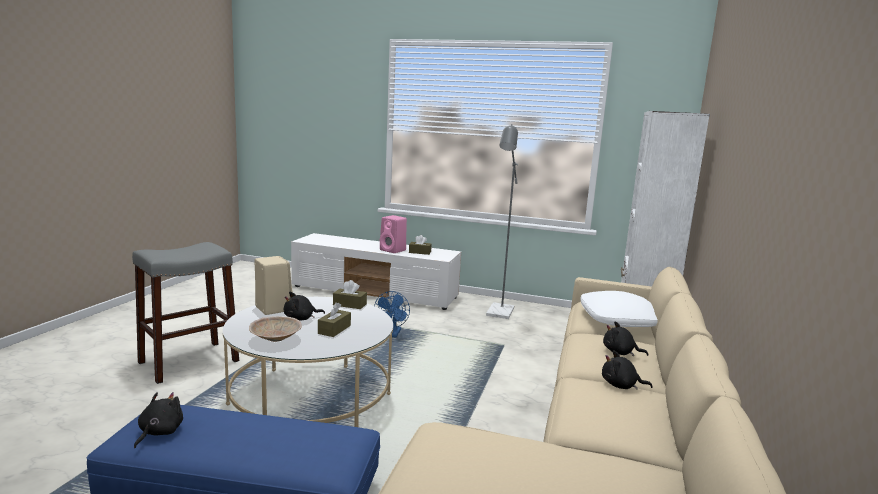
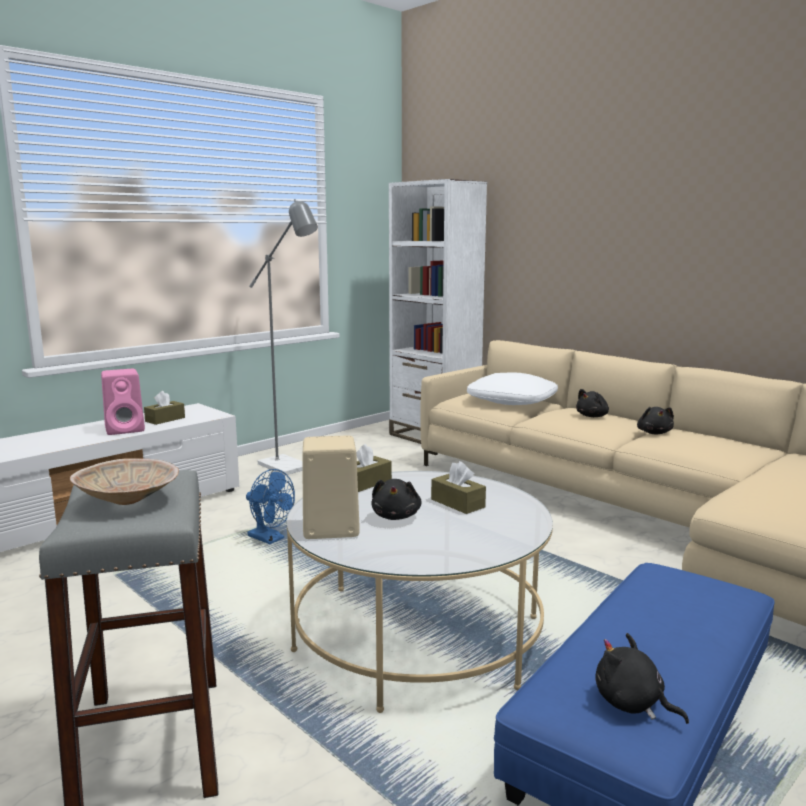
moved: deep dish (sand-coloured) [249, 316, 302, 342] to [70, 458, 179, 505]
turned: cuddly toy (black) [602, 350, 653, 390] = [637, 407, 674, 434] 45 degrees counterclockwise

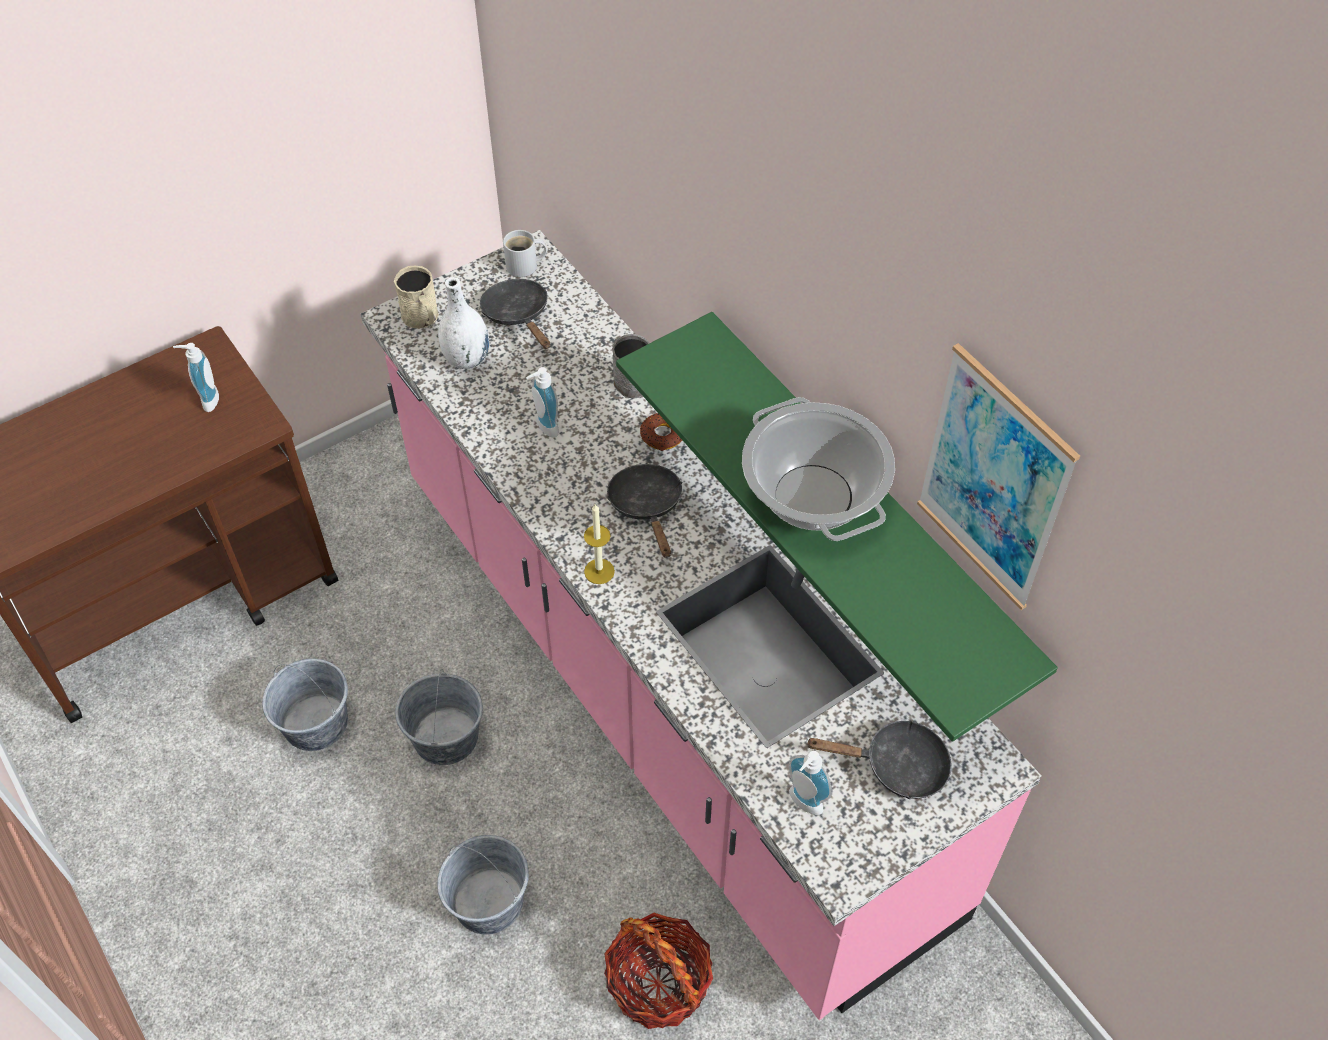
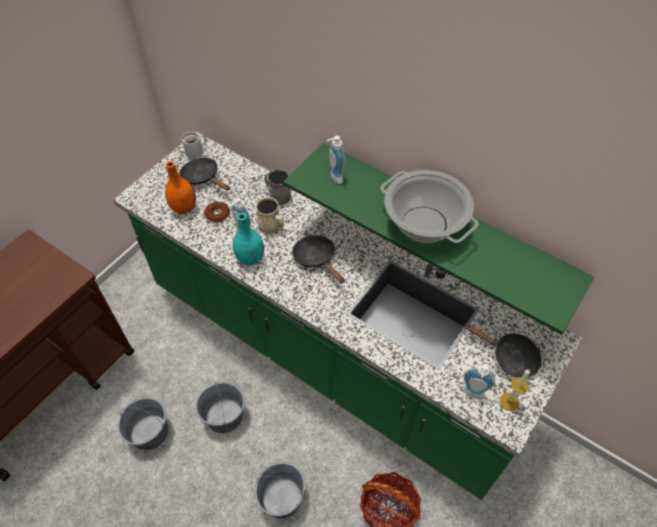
removed: picture [917, 343, 1080, 610]
added: flower vase (turquoise) [233, 213, 264, 265]
moved: soap bottle [173, 343, 219, 412] to [326, 136, 345, 184]; tea mug (sand-coloured) [394, 266, 439, 329] to [256, 197, 284, 234]; candle [584, 504, 615, 584] to [500, 369, 530, 411]; doughnut [640, 413, 683, 451] to [204, 202, 230, 222]
recoloured: kitchen counter (pinkish) [361, 230, 1041, 1020] to kitchen counter (green) [113, 132, 582, 500]; flower vase (white) [438, 277, 489, 369] to flower vase (orange-coloured) [165, 161, 196, 214]
turned: frying pan (black) [806, 720, 952, 799] = [465, 323, 542, 378] 45 degrees clockwise

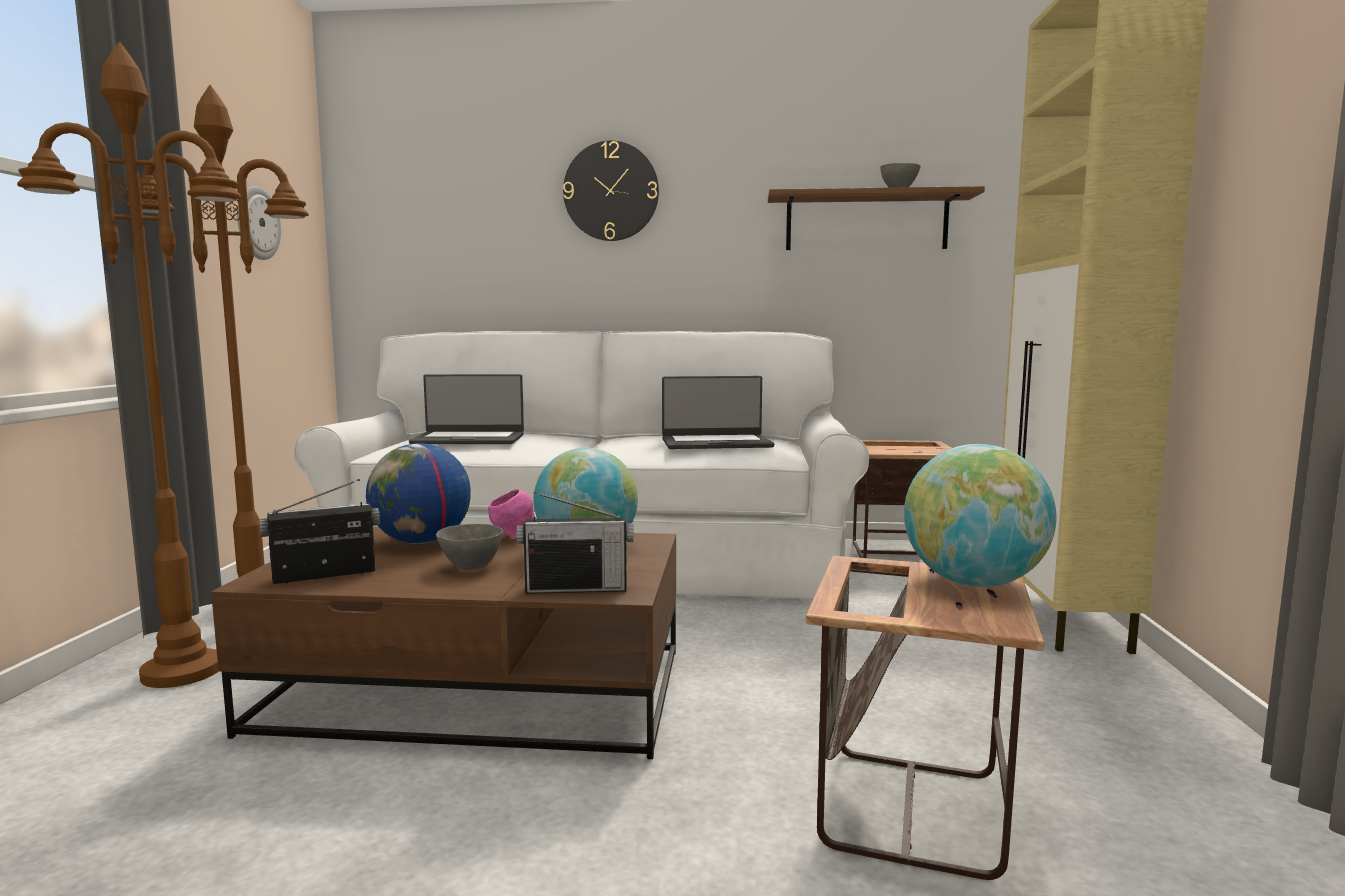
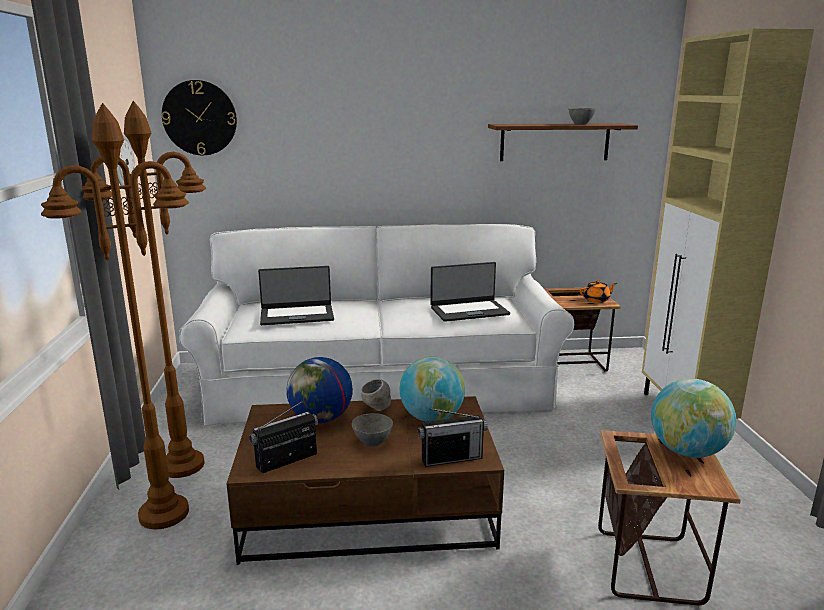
added: pot for tea (orange-coloured) [580, 280, 617, 303]
moved: hanging clock [563, 141, 659, 241] to [161, 80, 237, 155]
recoloured: deep dish (pinkish) [488, 489, 534, 539] to deep dish (gray) [361, 379, 391, 411]

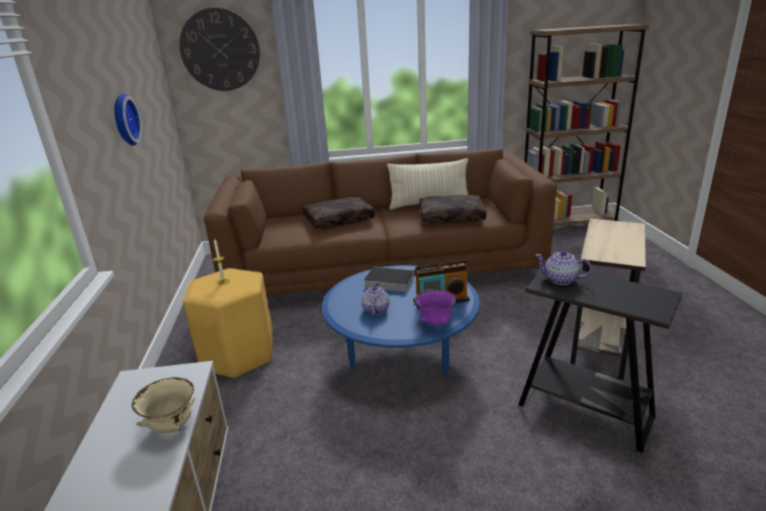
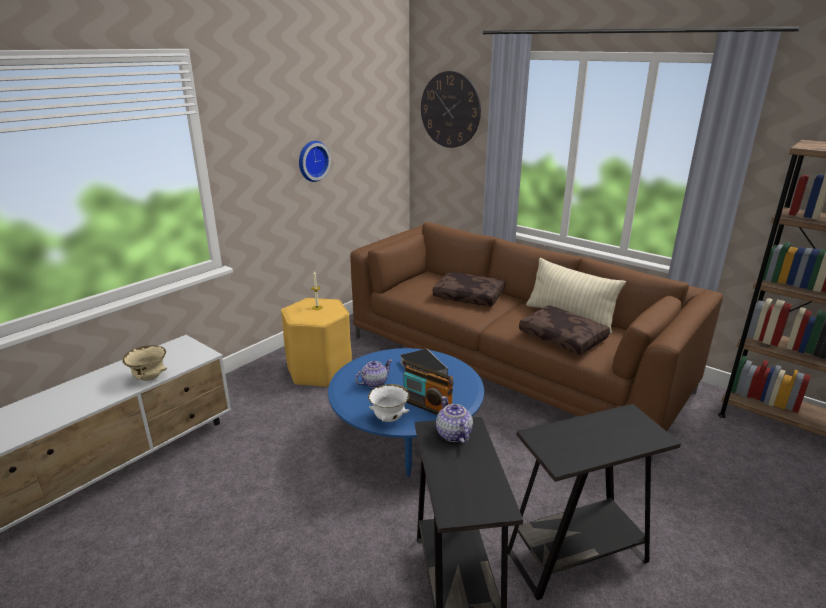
recoloured: deep dish (purple) [415, 289, 457, 326] to deep dish (white) [368, 384, 409, 422]; accent table (sand-coloured) [570, 218, 646, 380] to accent table (black) [508, 404, 681, 600]

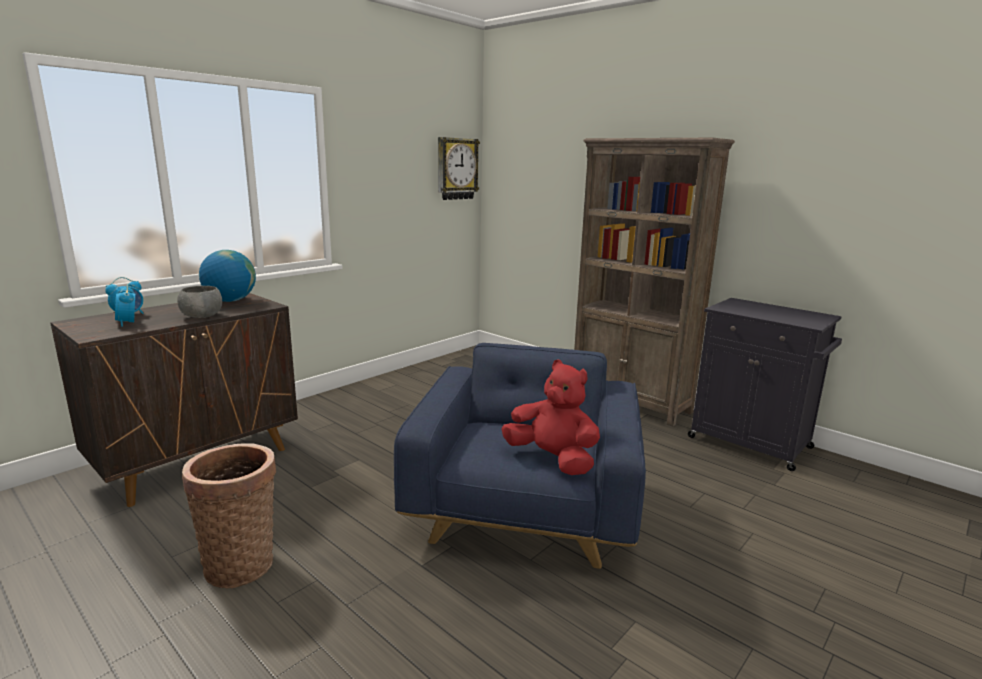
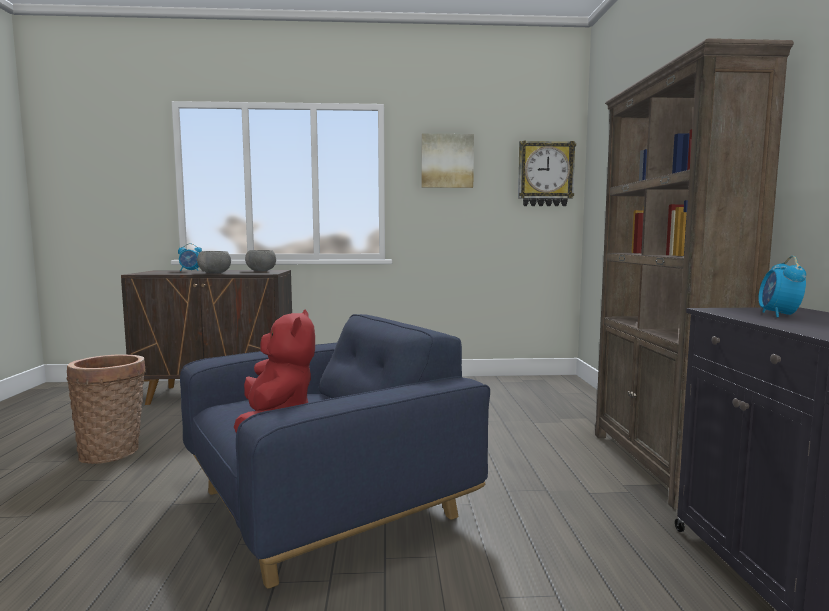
added: picture [421, 134, 474, 188]
moved: bedside clock [115, 284, 135, 327] to [758, 256, 806, 318]
replaced: world globe [199, 250, 256, 302] to deep dish (gray) [245, 250, 276, 271]

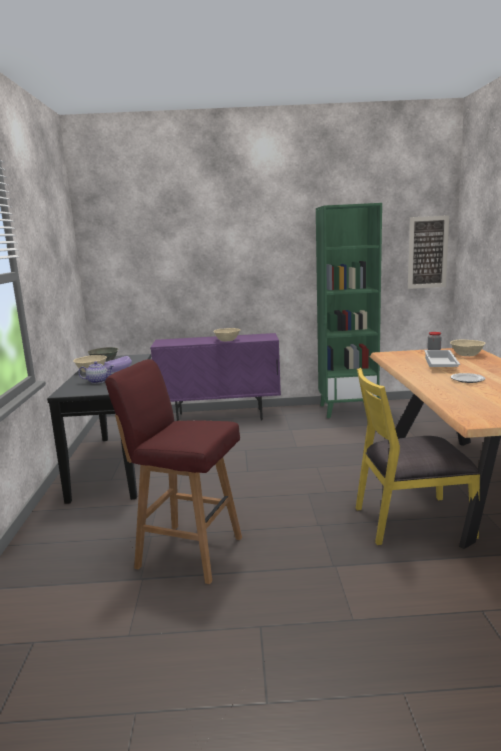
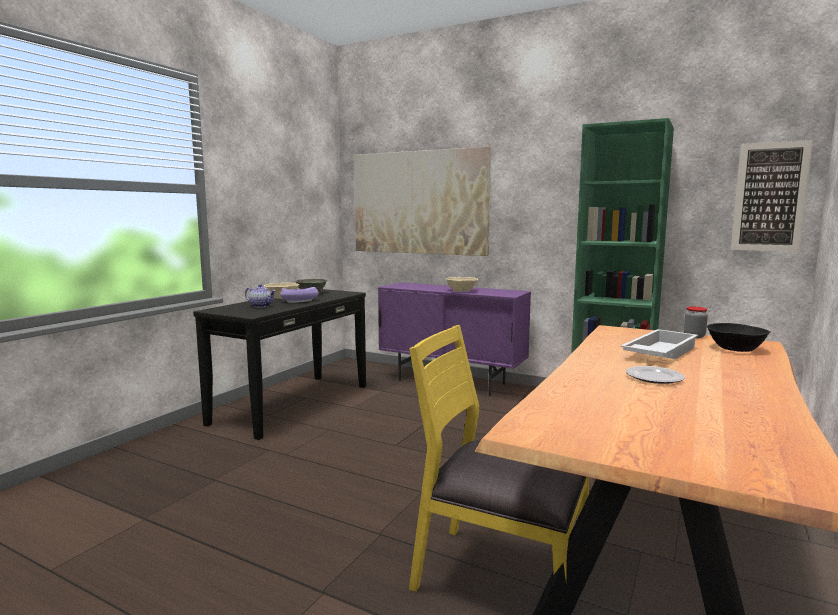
removed: stool (red-coloured) [105, 359, 242, 584]
added: picture [354, 146, 491, 256]
recoloured: deep dish (sand-coloured) [450, 339, 486, 356] to deep dish (black) [706, 323, 771, 352]

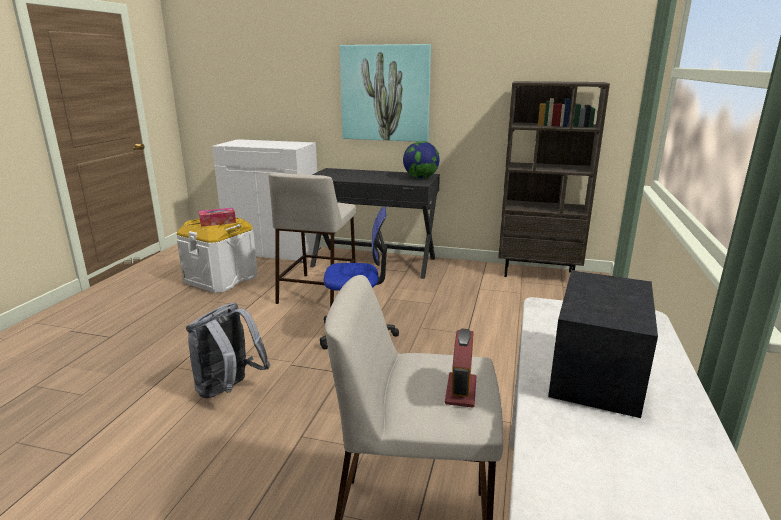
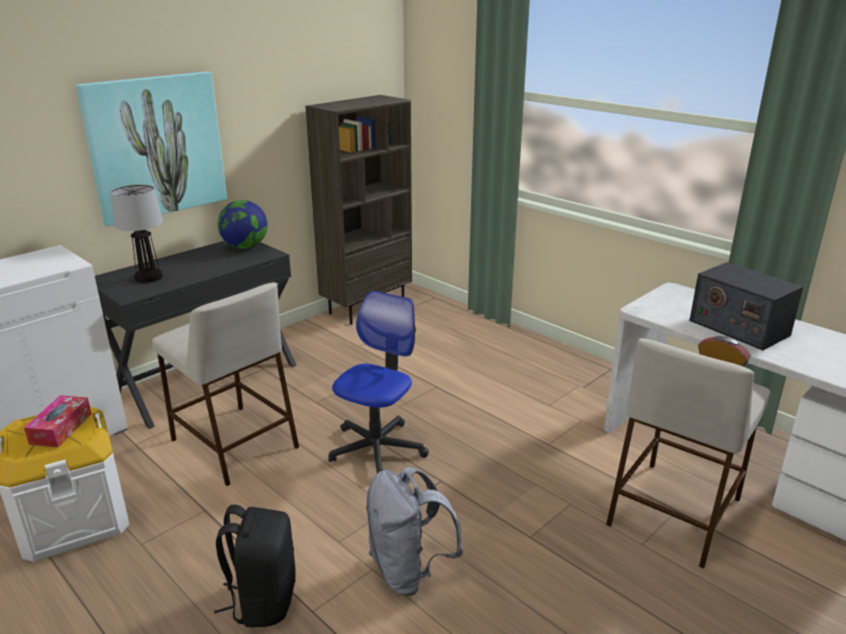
added: table lamp [111, 185, 163, 283]; rucksack (black) [214, 505, 296, 628]

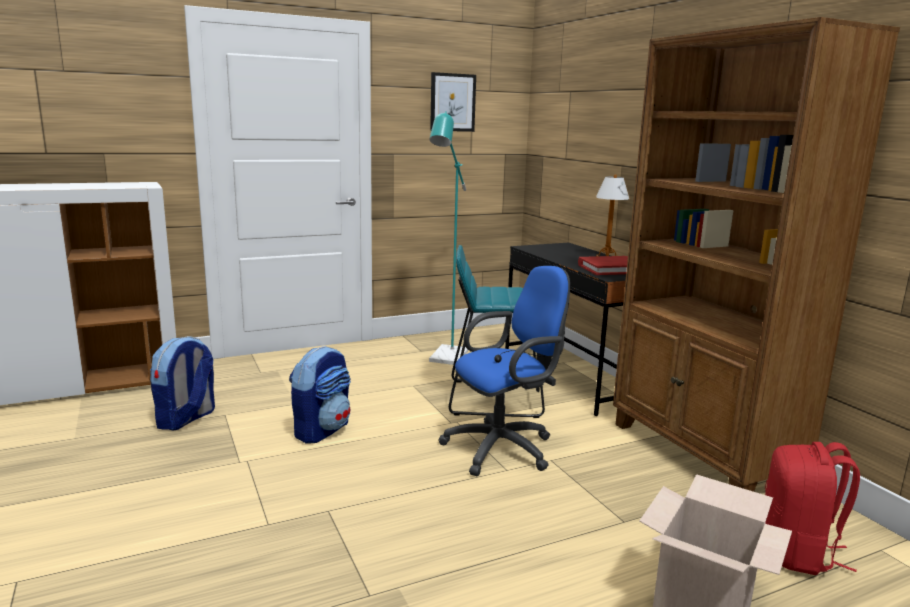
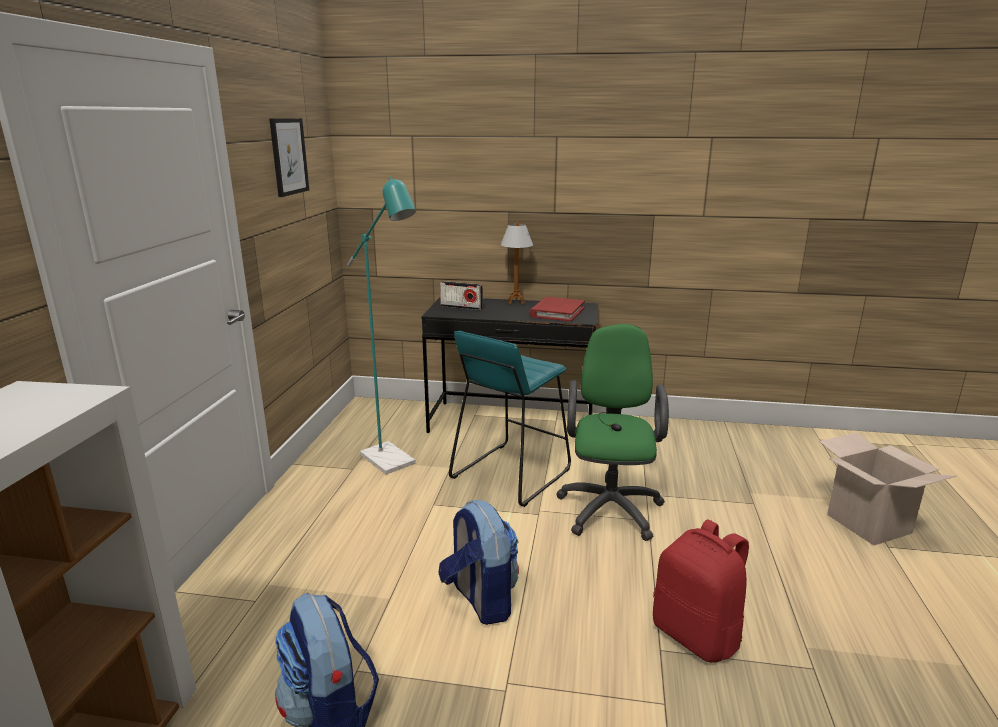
removed: bookshelf (brownish) [613, 17, 900, 492]
added: radio set [440, 281, 483, 310]
moved: rucksack (red-coloured) [765, 442, 860, 575] to [653, 519, 749, 663]
recoloured: computer chair (bluish) [438, 266, 570, 476] to computer chair (green) [556, 324, 669, 541]

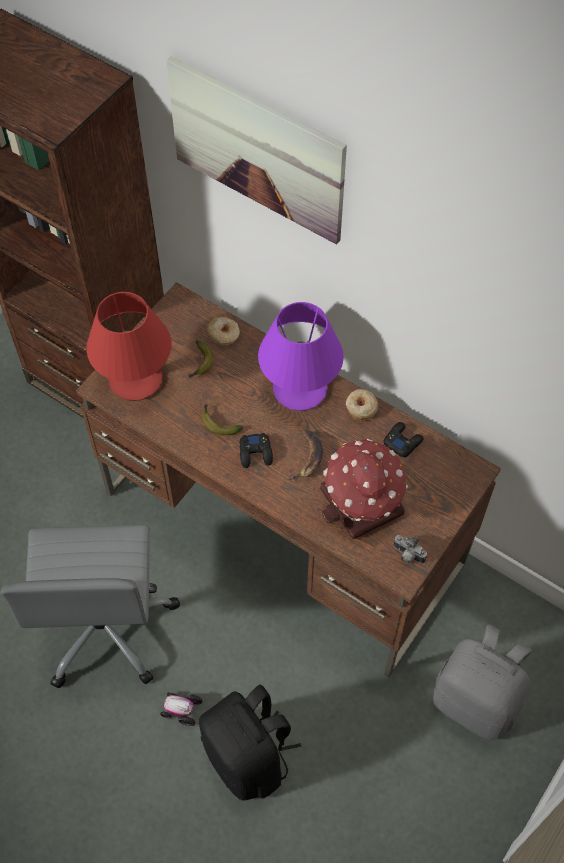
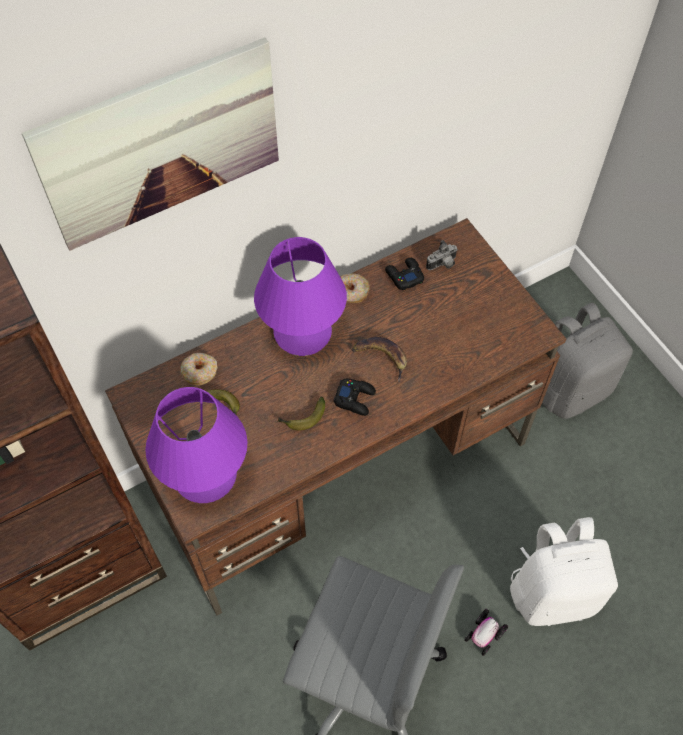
removed: miniature house [320, 439, 408, 539]
moved: photo camera [394, 535, 427, 564] to [426, 240, 458, 270]
recoloured: table lamp (red-coloured) [86, 292, 171, 401] to table lamp (purple) [145, 387, 247, 503]; rucksack (black) [199, 685, 301, 801] to rucksack (white) [510, 517, 618, 626]

